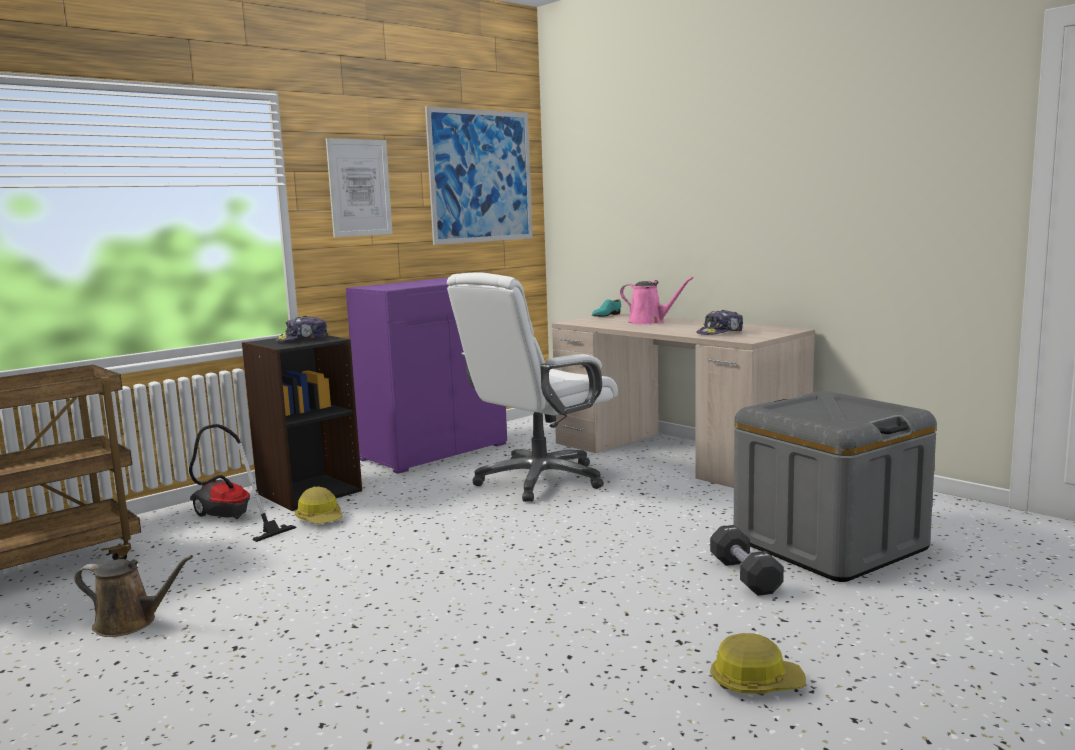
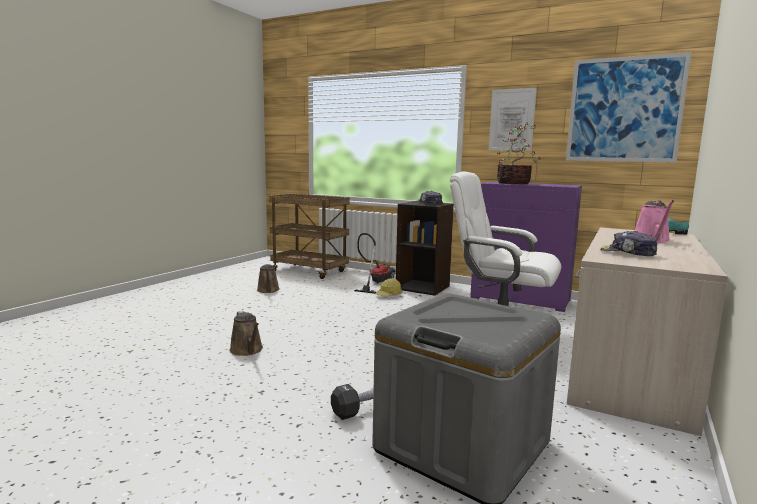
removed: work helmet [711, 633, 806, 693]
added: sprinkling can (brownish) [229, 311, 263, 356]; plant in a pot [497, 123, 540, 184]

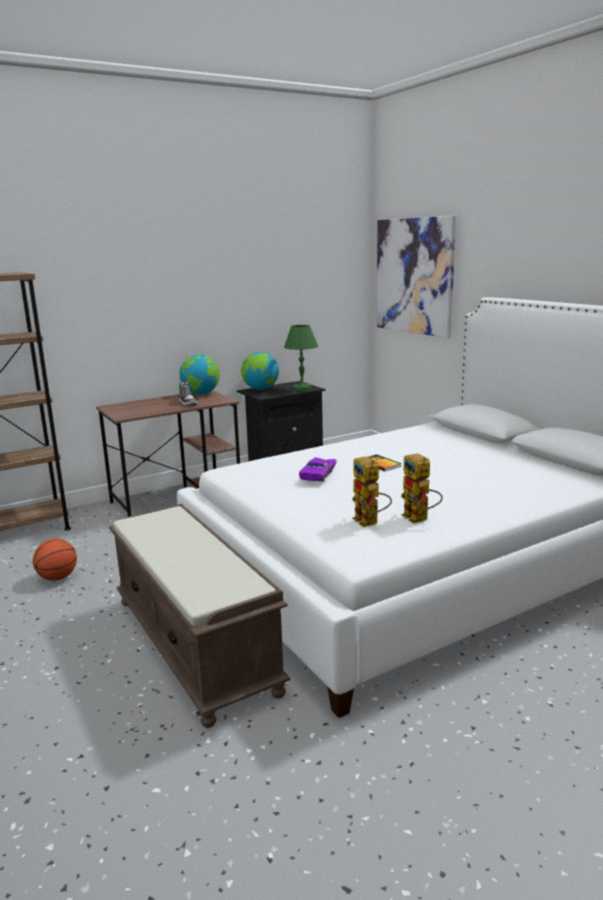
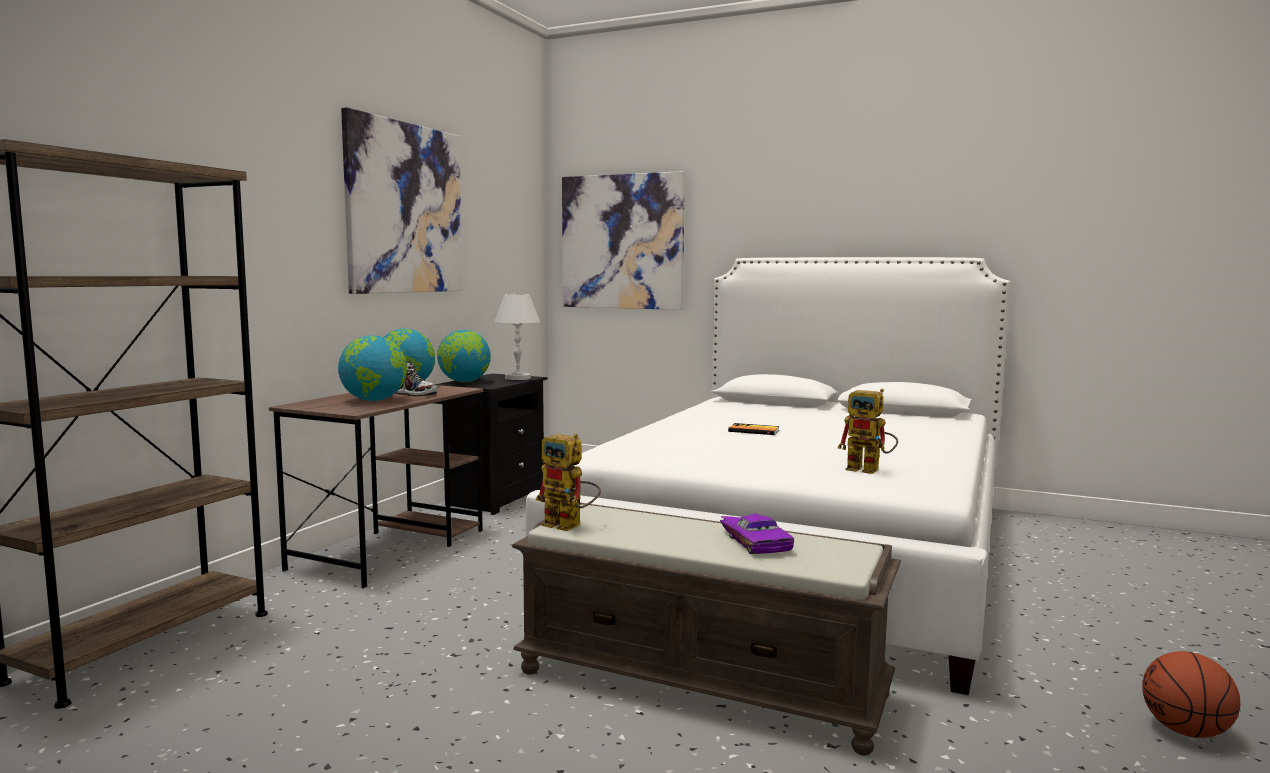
added: world globe [338, 335, 407, 401]; picture [341, 107, 463, 294]
moved: basketball [33, 539, 77, 581] to [1142, 651, 1240, 738]; toy car (purple) [299, 457, 337, 481] to [720, 513, 794, 554]; toy robot [401, 453, 443, 524] to [536, 434, 601, 531]
recoloured: table lamp (green) [284, 325, 318, 391] to table lamp (white) [494, 294, 540, 380]

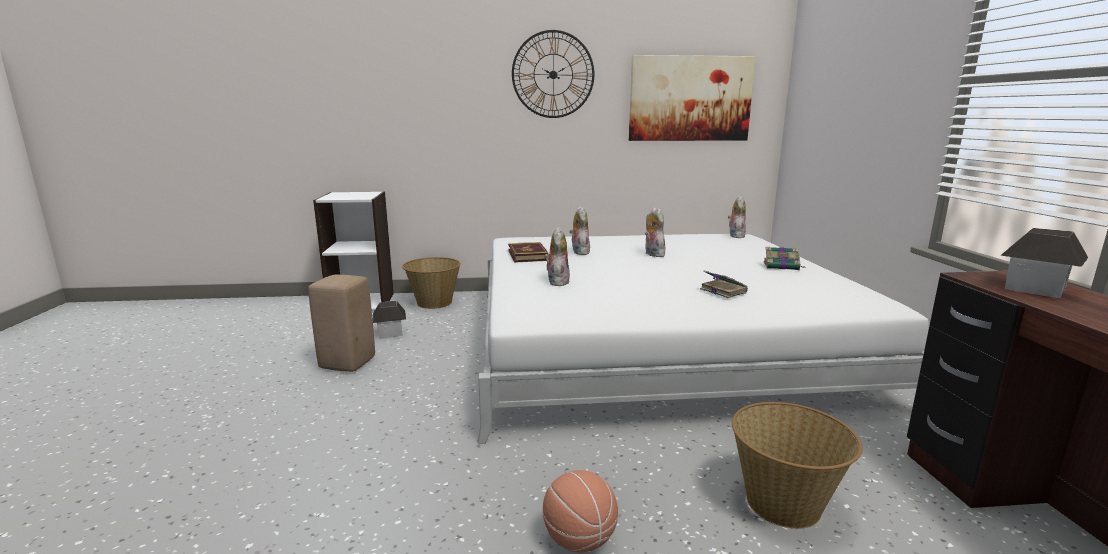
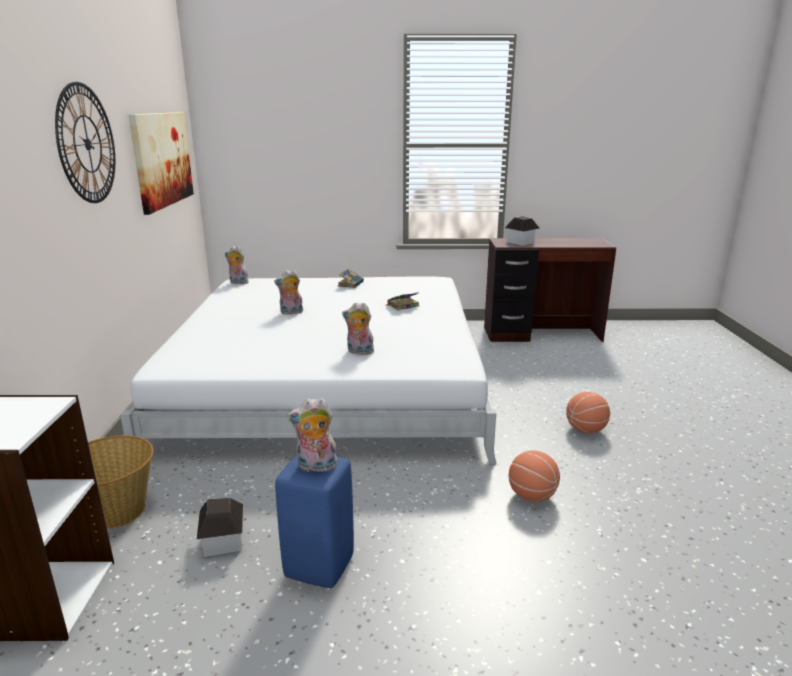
removed: bound book [508, 242, 549, 263]; household basket [732, 402, 862, 529]
added: basketball [509, 451, 560, 502]
moved: cuddly toy [569, 206, 590, 255] to [287, 397, 339, 472]
recoloured: stool (sand-coloured) [308, 275, 375, 372] to stool (bluish) [275, 455, 354, 588]

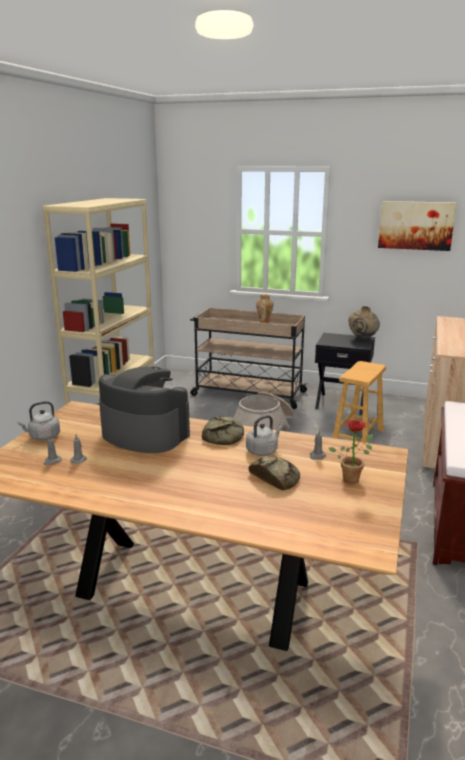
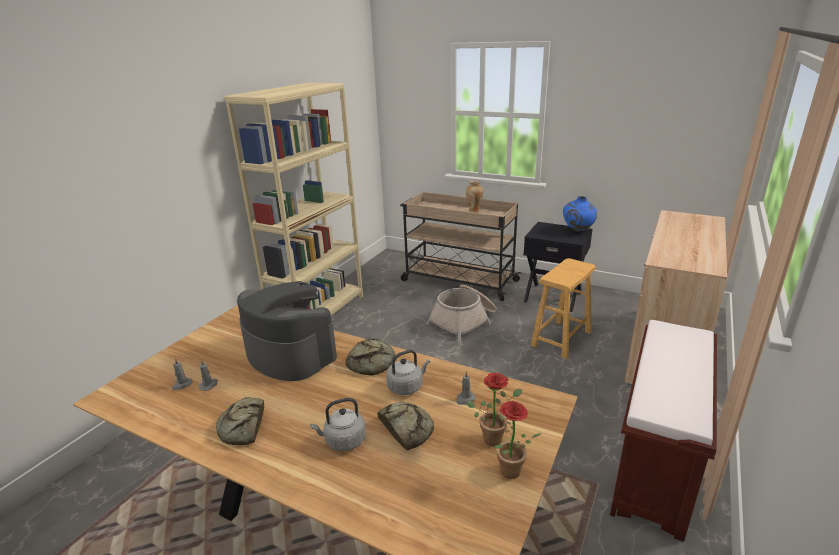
removed: picture [378, 201, 457, 251]
added: baked bread [216, 397, 264, 445]; plant in a pot [494, 401, 541, 479]
moved: tea kettle (gray) [18, 401, 60, 441] to [310, 398, 366, 451]
recoloured: flower vase (sand-coloured) [349, 306, 380, 339] to flower vase (bluish) [563, 196, 597, 231]

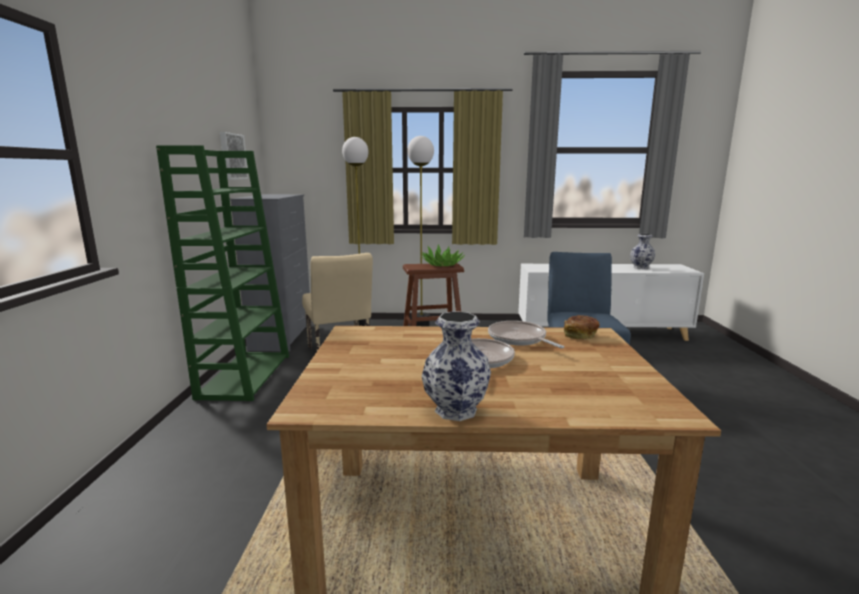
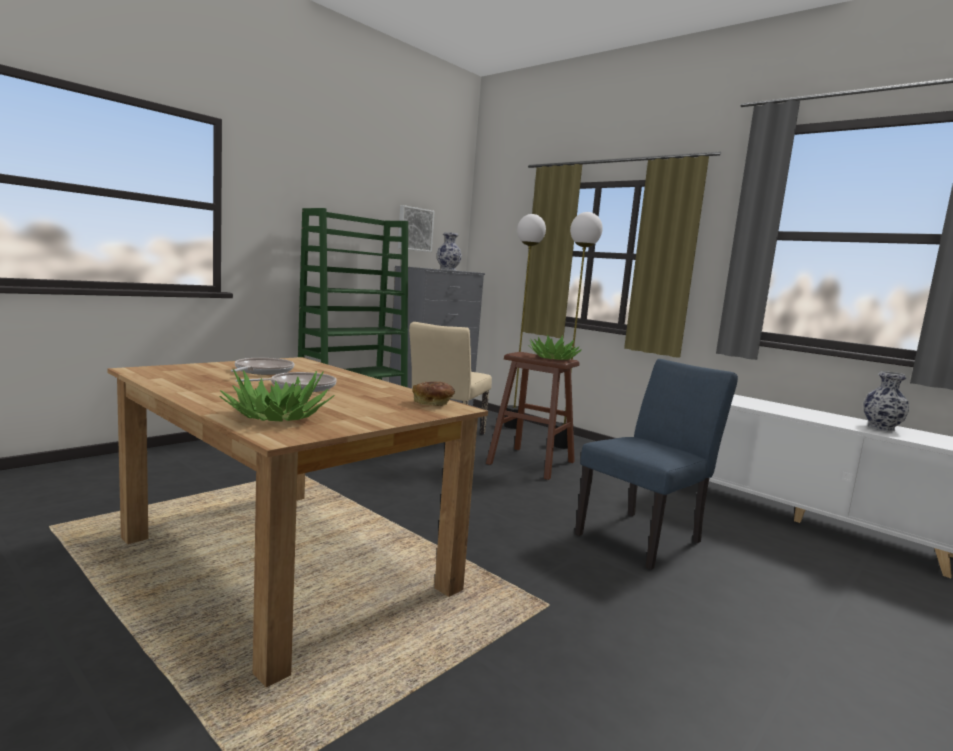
added: plant in a pot [219, 369, 334, 422]
moved: flower vase [422, 311, 491, 421] to [437, 232, 462, 270]; frying pan [488, 321, 564, 348] to [231, 358, 294, 375]

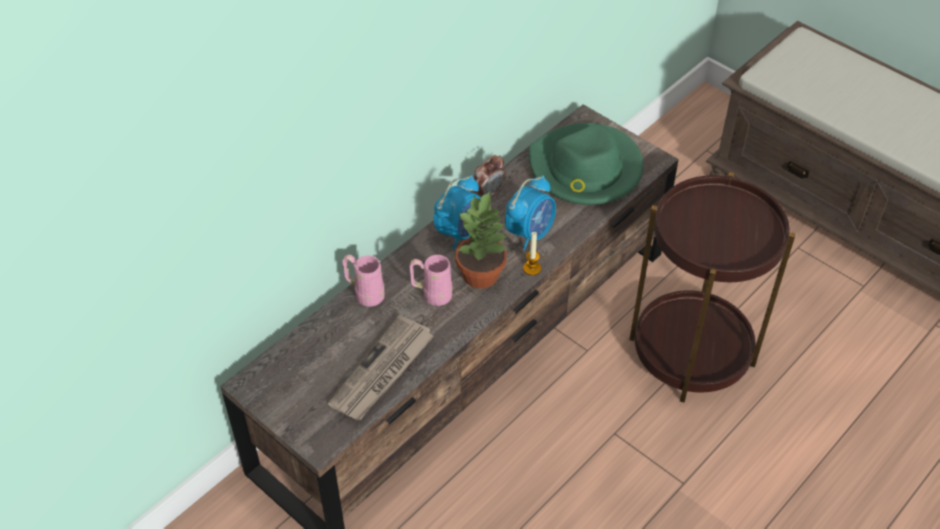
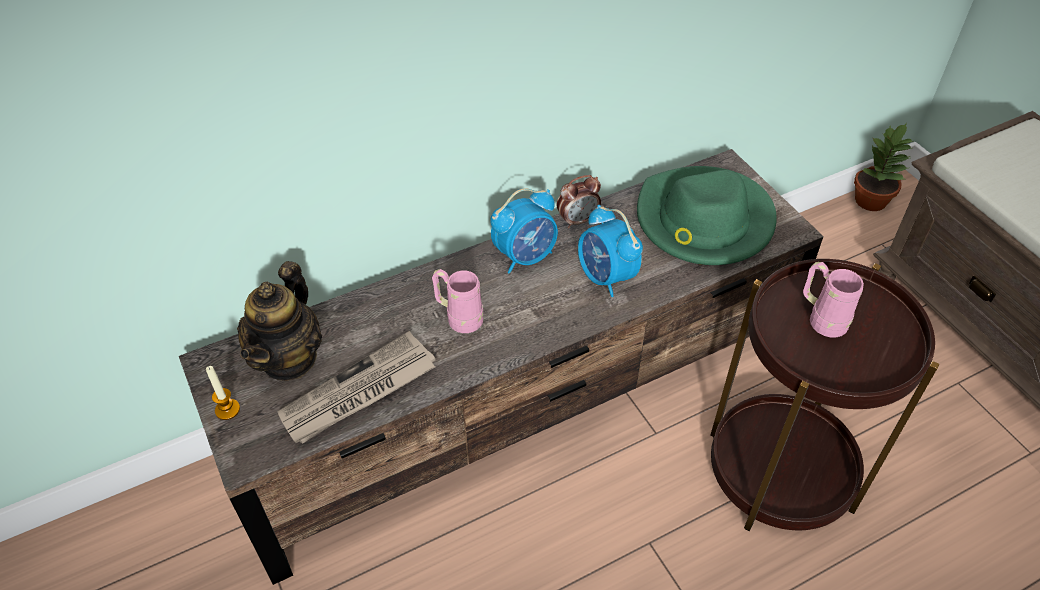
added: pot for tea [237, 261, 322, 381]
moved: tea mug (pinkish) [342, 254, 385, 306] to [803, 262, 864, 338]; plant in a pot [455, 192, 507, 288] to [854, 123, 913, 211]; candle [523, 232, 541, 275] to [206, 366, 240, 420]
turned: bedside clock [505, 175, 556, 250] = [578, 205, 643, 297] 90 degrees clockwise

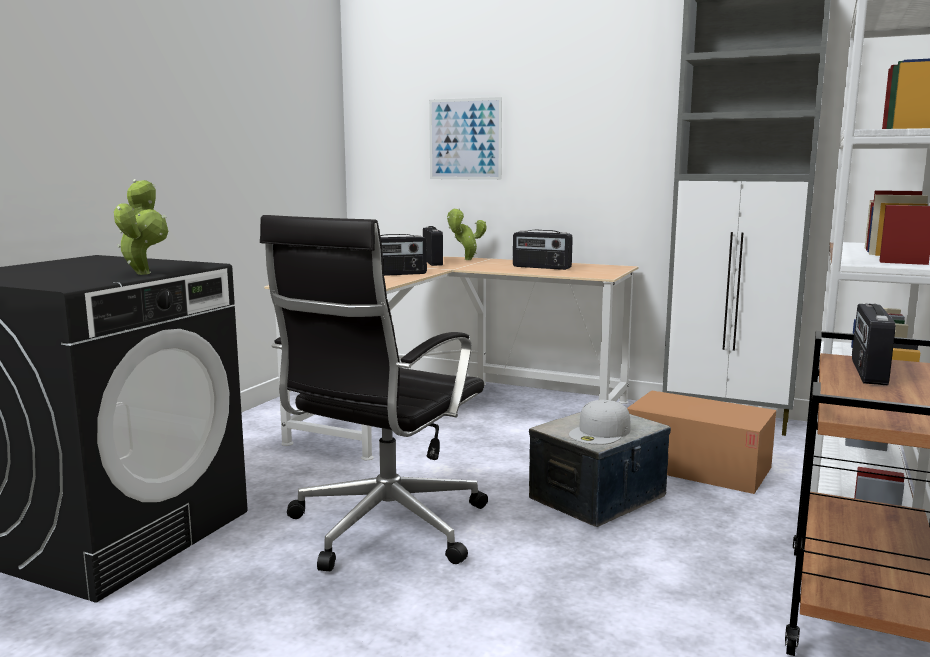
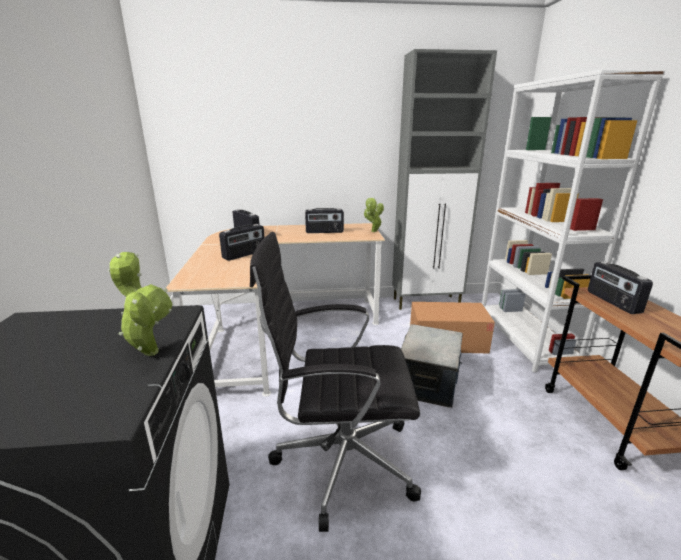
removed: picture [429, 97, 502, 180]; cap (white) [569, 400, 631, 445]
moved: plant in a pot [447, 208, 487, 260] to [364, 197, 384, 232]
turned: computer chair (black) [260, 215, 488, 572] = [250, 232, 421, 532] 90 degrees clockwise

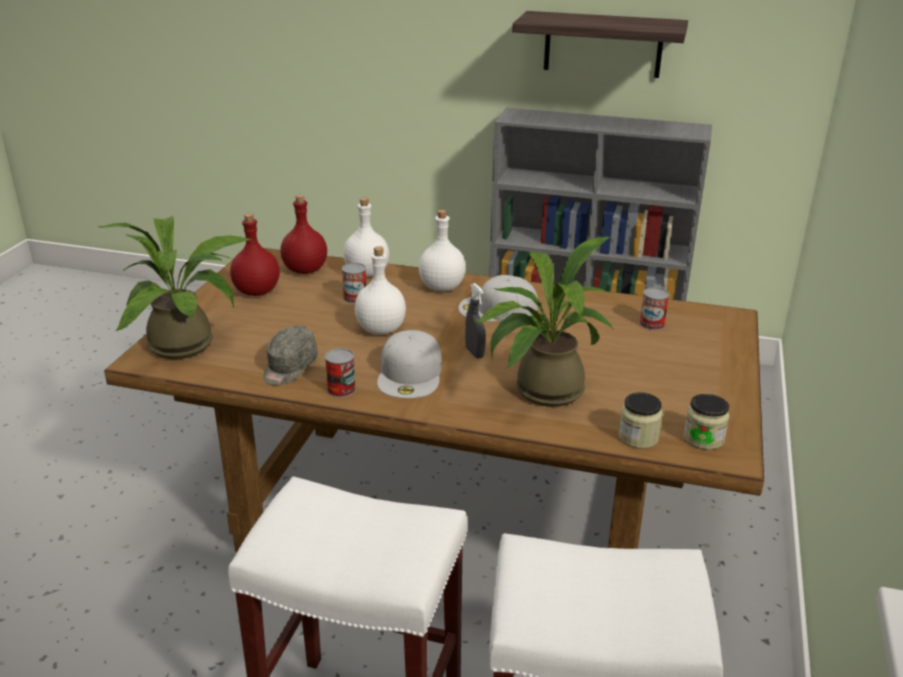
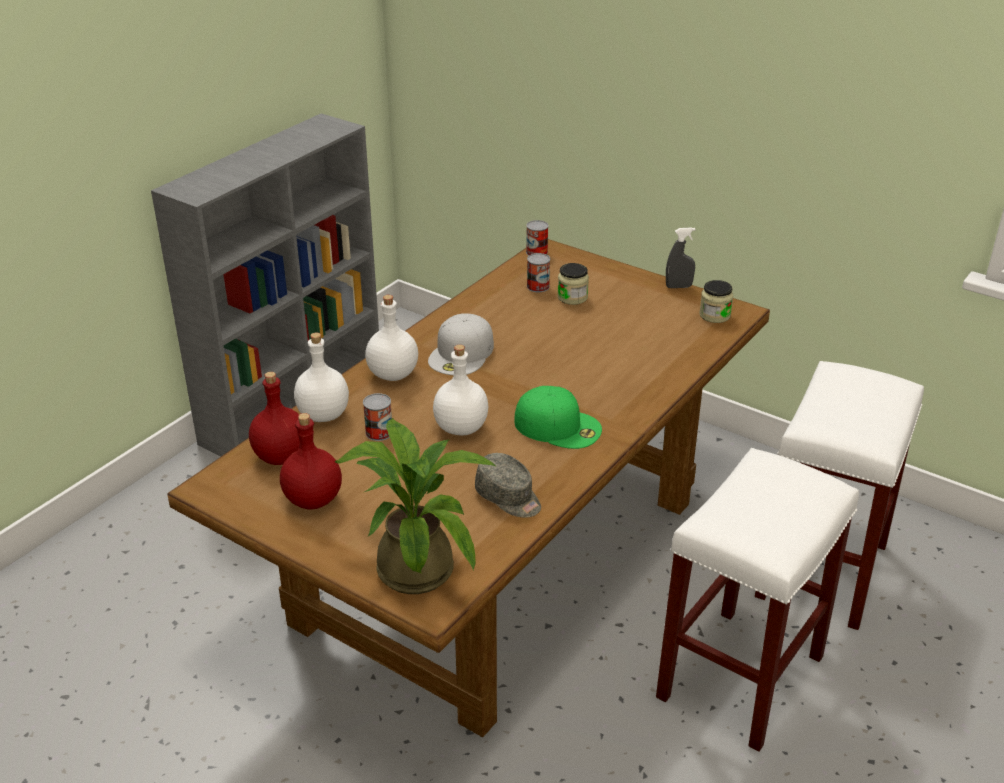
removed: plant in a pot [475, 237, 614, 407]; bracket shelf [512, 11, 688, 78]
moved: can [325, 348, 356, 397] to [526, 220, 549, 256]; sprayer (gray) [465, 283, 486, 359] to [666, 227, 696, 288]; jar [618, 392, 663, 449] to [558, 263, 589, 305]
recoloured: cap (white) [377, 330, 442, 399] to cap (green) [514, 386, 602, 449]

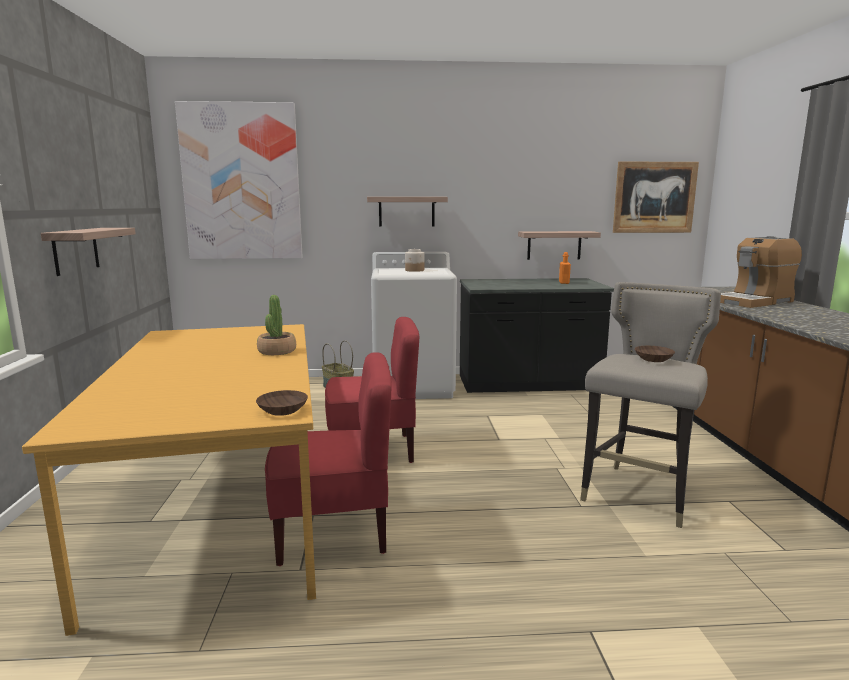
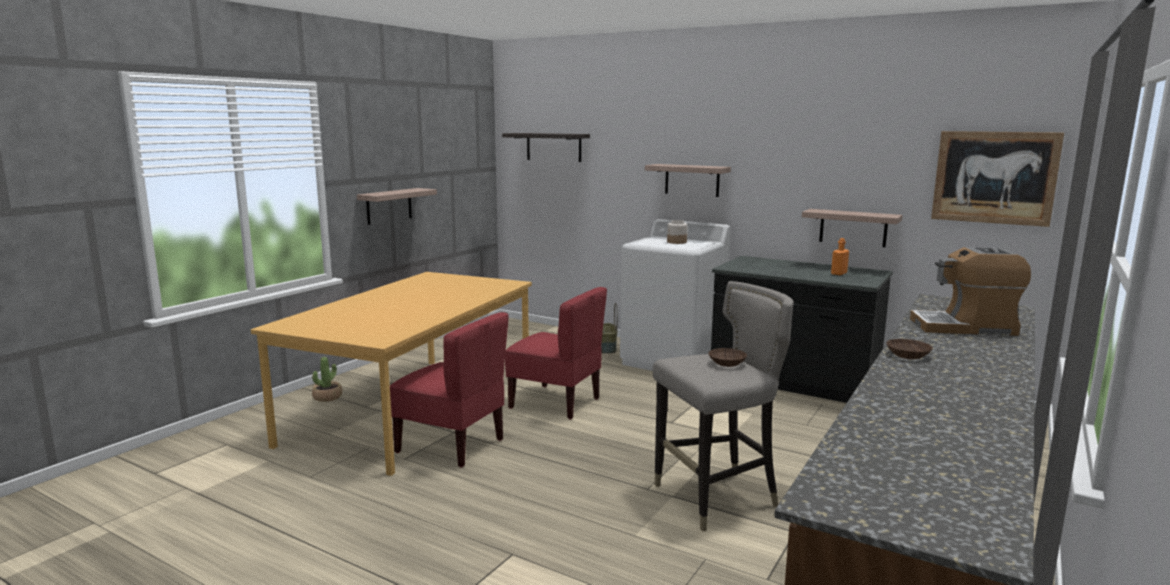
moved: deep dish (brownish) [256, 390, 308, 416] to [886, 339, 933, 359]; plant in a pot [257, 295, 296, 355] to [312, 357, 342, 402]
replaced: picture [175, 101, 303, 259] to bracket shelf [502, 133, 590, 162]

